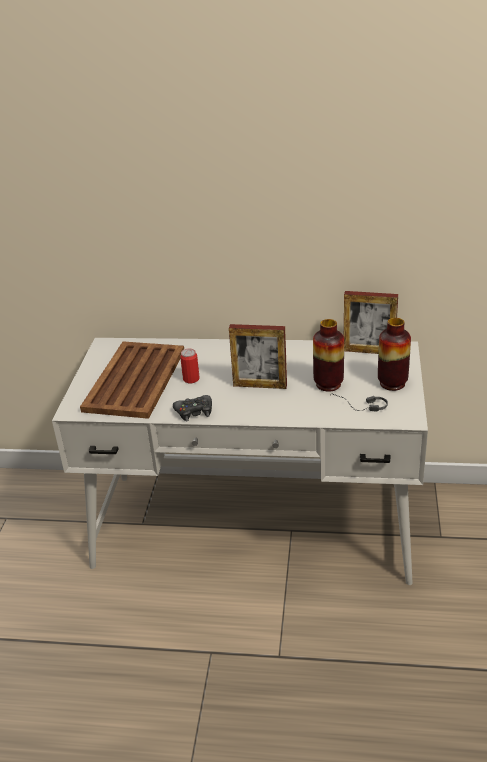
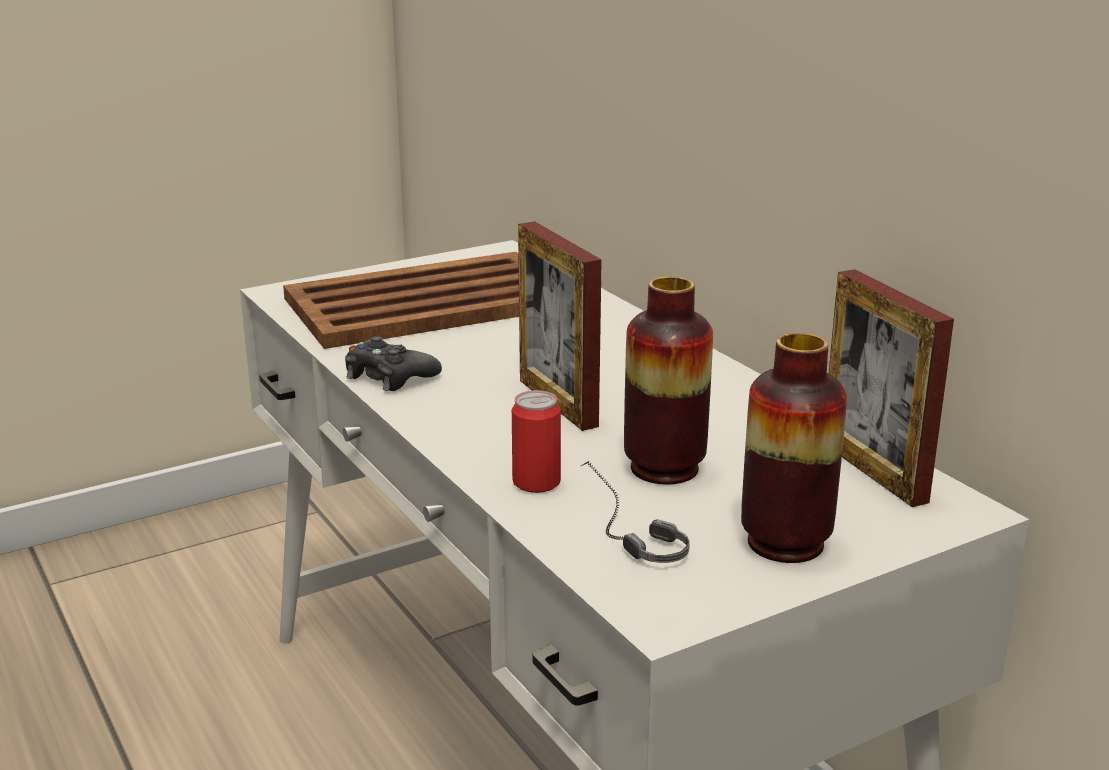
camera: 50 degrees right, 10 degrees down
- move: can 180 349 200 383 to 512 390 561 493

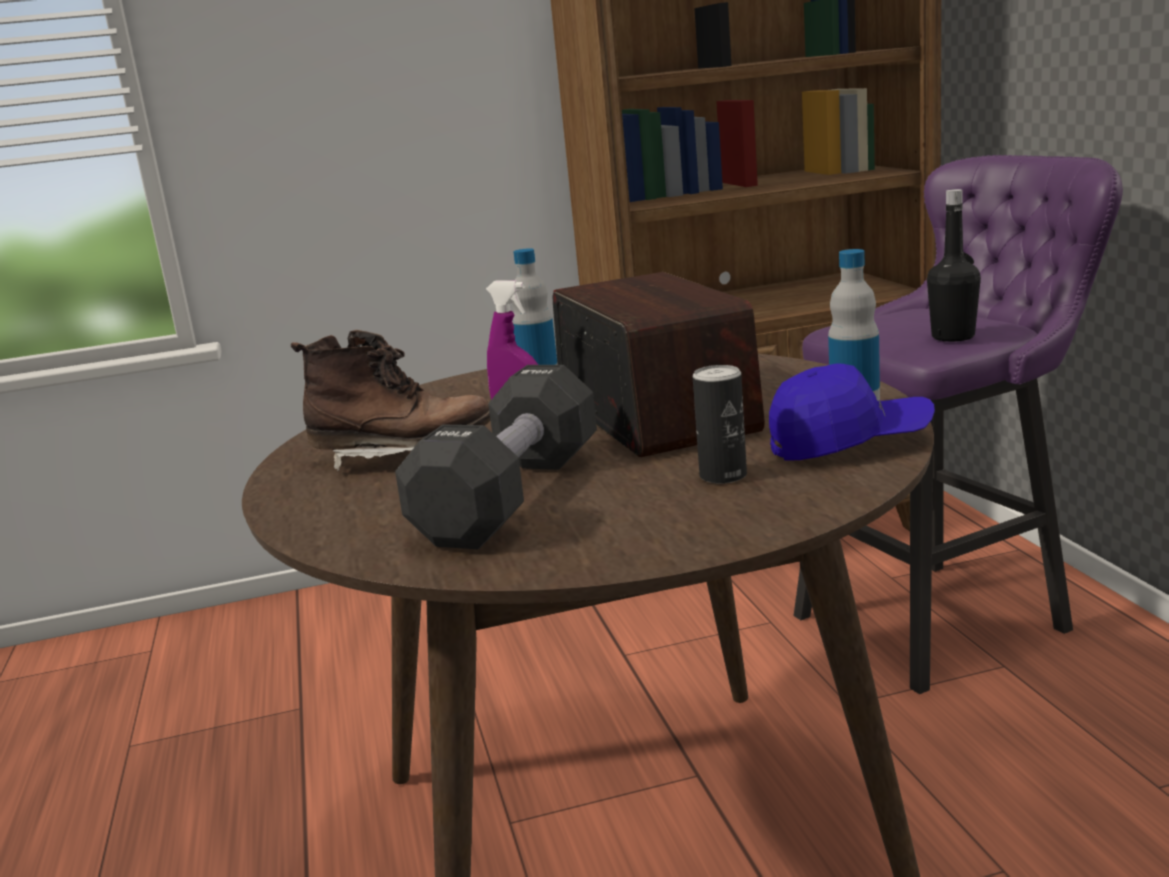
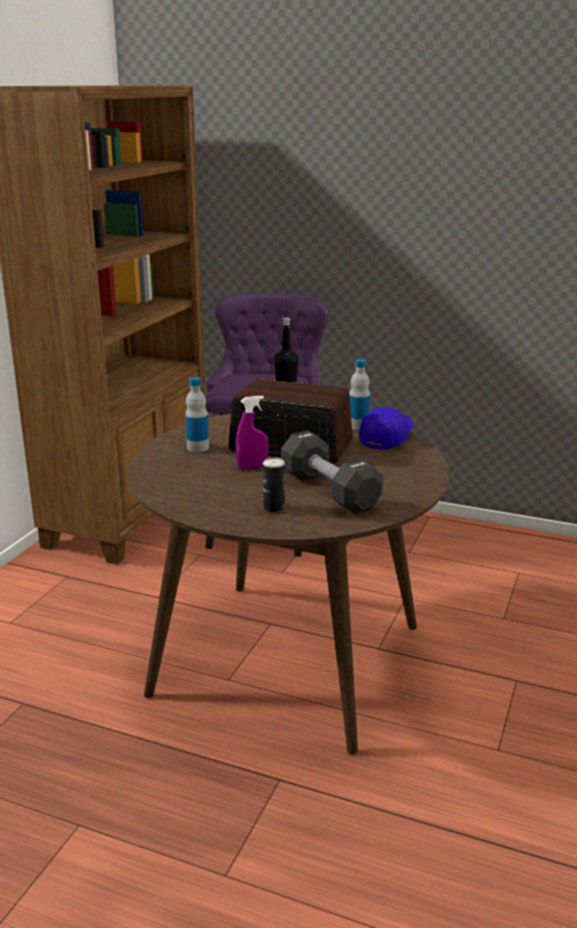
camera: 55 degrees left, 5 degrees up
- delete: boot (brown) 291 330 490 471
- move: can 693 365 747 484 to 263 458 285 512

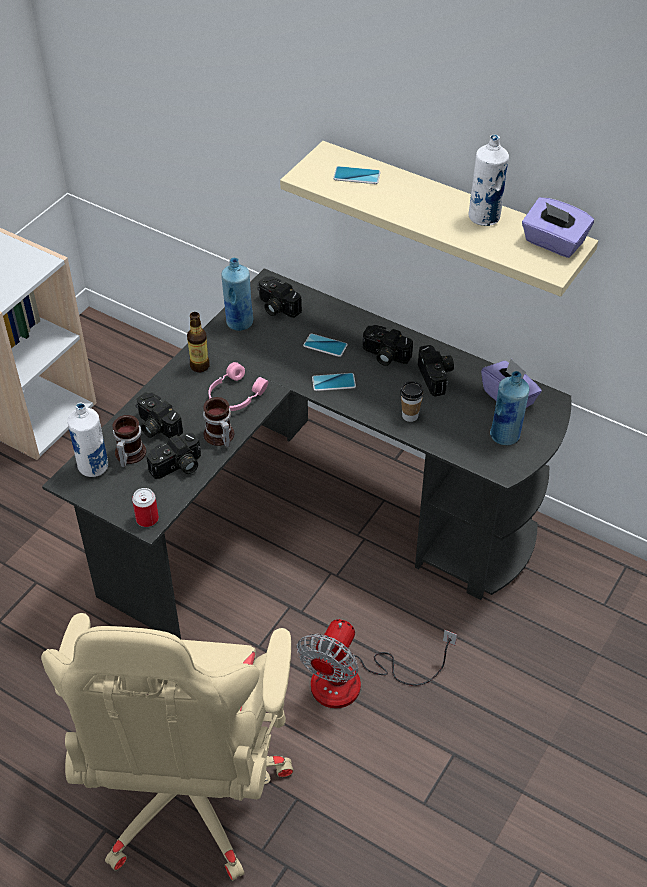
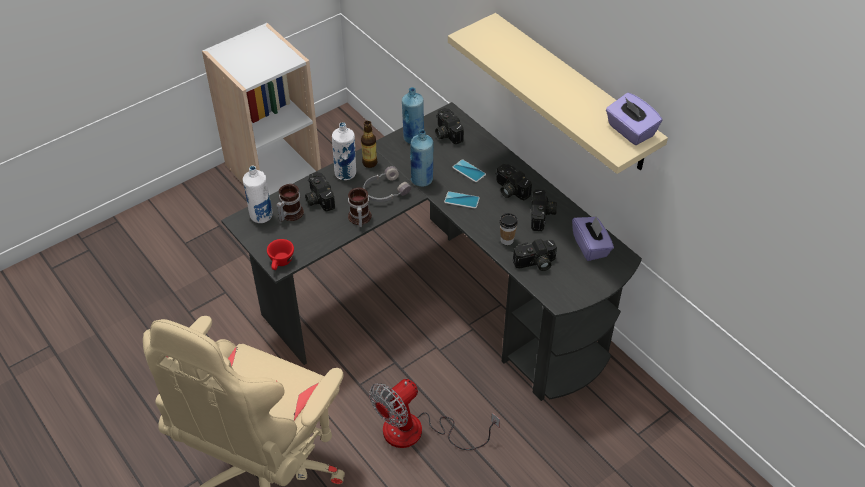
camera: 20 degrees right, 0 degrees up
- move: bottle (white) 469 135 509 226 to 332 122 356 180
- delete: phone 333 166 381 184
- recolor: headphones (pink) 208 362 268 411 to headphones (grey) 363 166 411 202
- move: bottle (blue) 490 371 529 445 to 410 130 434 187
- move: photo camera 146 433 201 479 to 513 239 557 271
- replace: can 132 488 159 527 to cup (red) 267 239 294 270

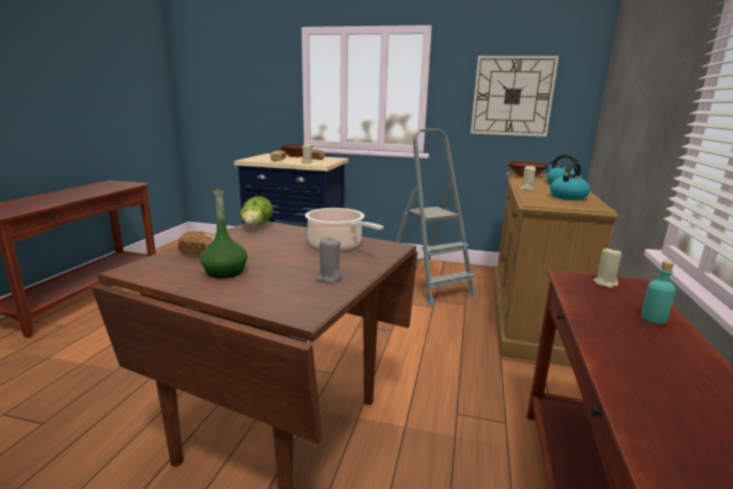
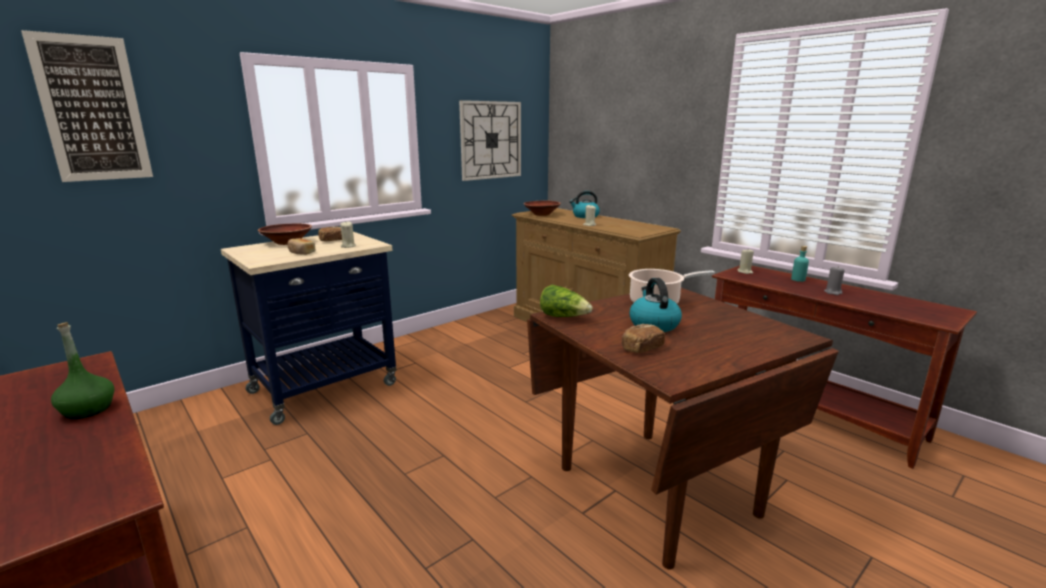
camera: 55 degrees left, 0 degrees up
- delete: step ladder (grey) 396 129 476 305
- move: kettle 550 162 590 200 to 629 278 682 332
- move: bottle (green) 200 188 247 279 to 51 322 114 419
- move: candle (grey) 316 237 343 283 to 824 266 845 295
- insert: picture 21 30 153 182

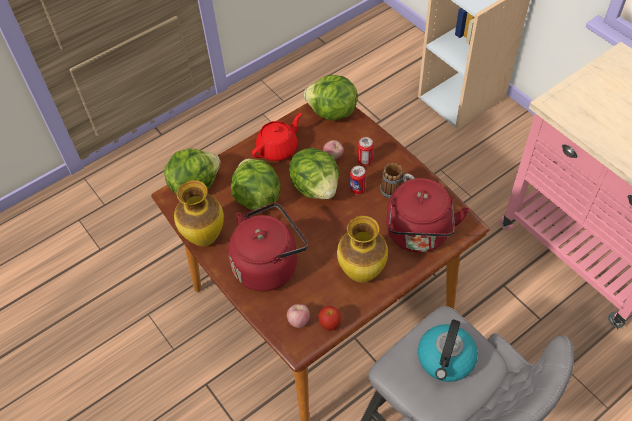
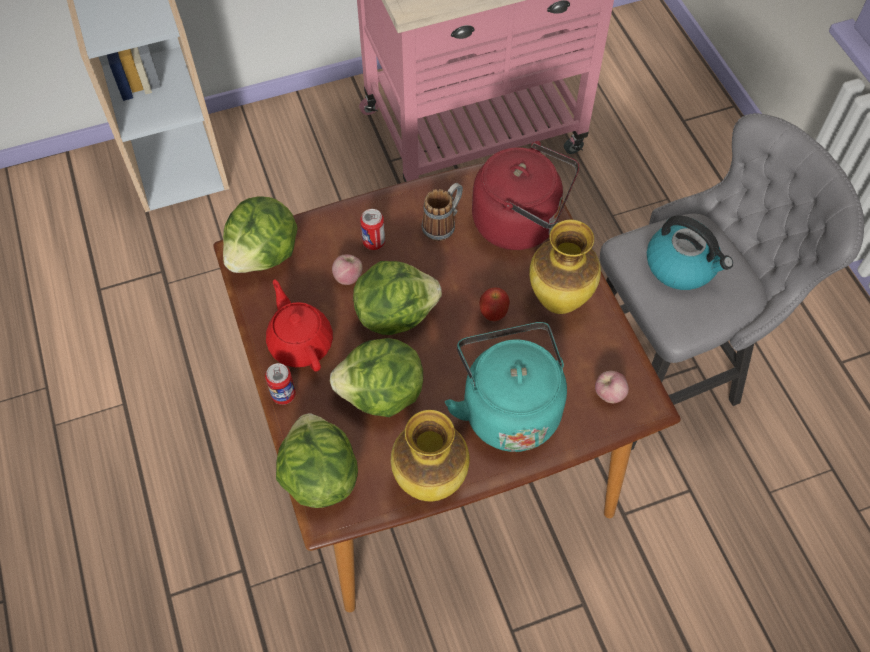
camera: 75 degrees left, 5 degrees up
- move: can 350 166 366 194 to 265 363 296 405
- recolor: kettle (red) 228 202 308 292 to kettle (turquoise) 445 322 567 452
- move: apple 318 306 342 331 to 479 287 510 321

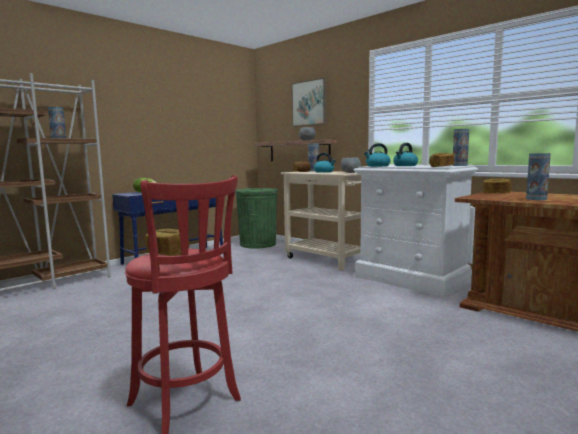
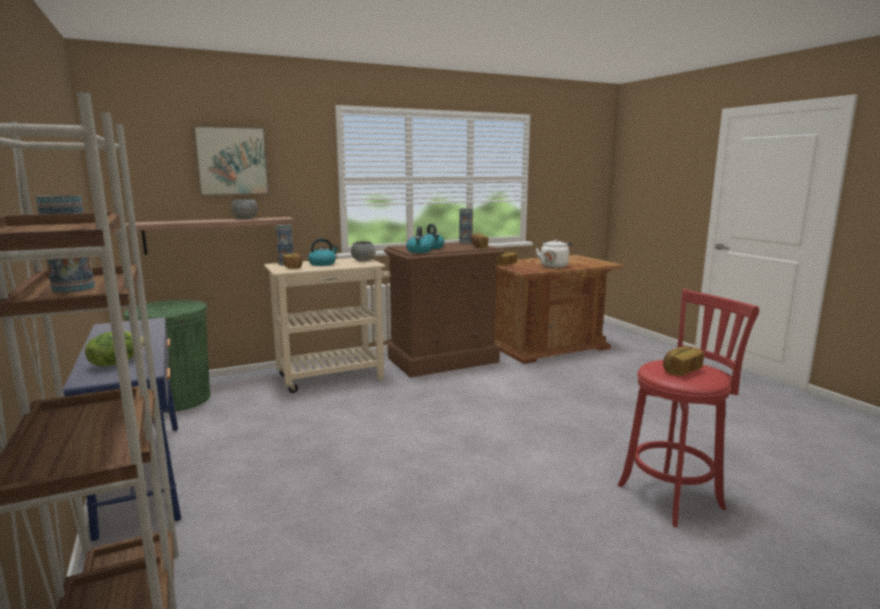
camera: 70 degrees left, 5 degrees up
- replace: vase 526 153 551 200 to kettle (white) 536 239 572 268
- recolor: dresser (white) 354 165 478 297 to dresser (brown) 384 242 505 377

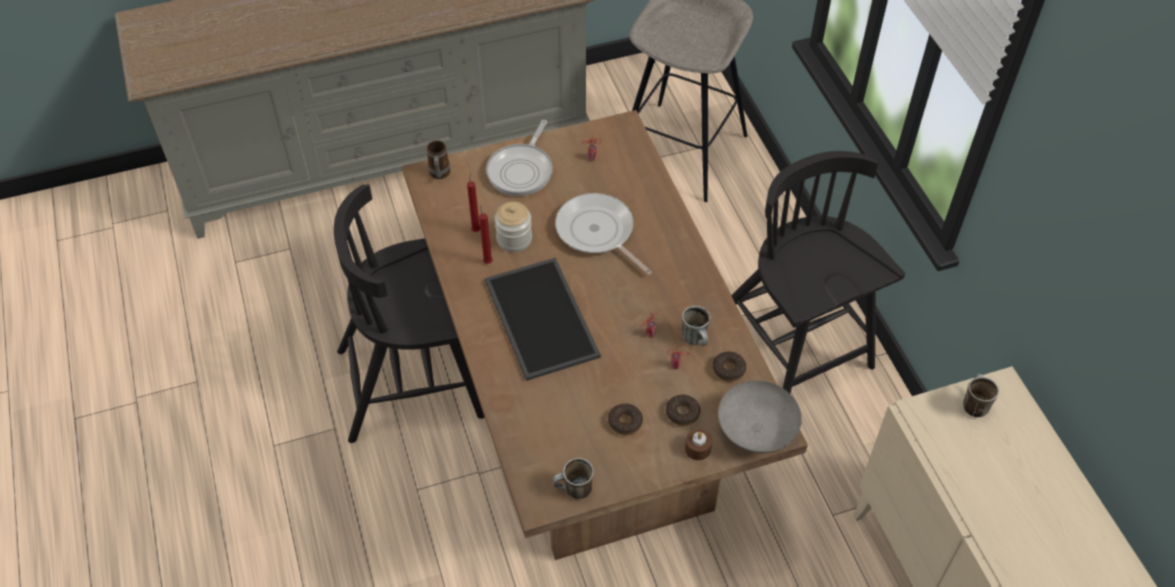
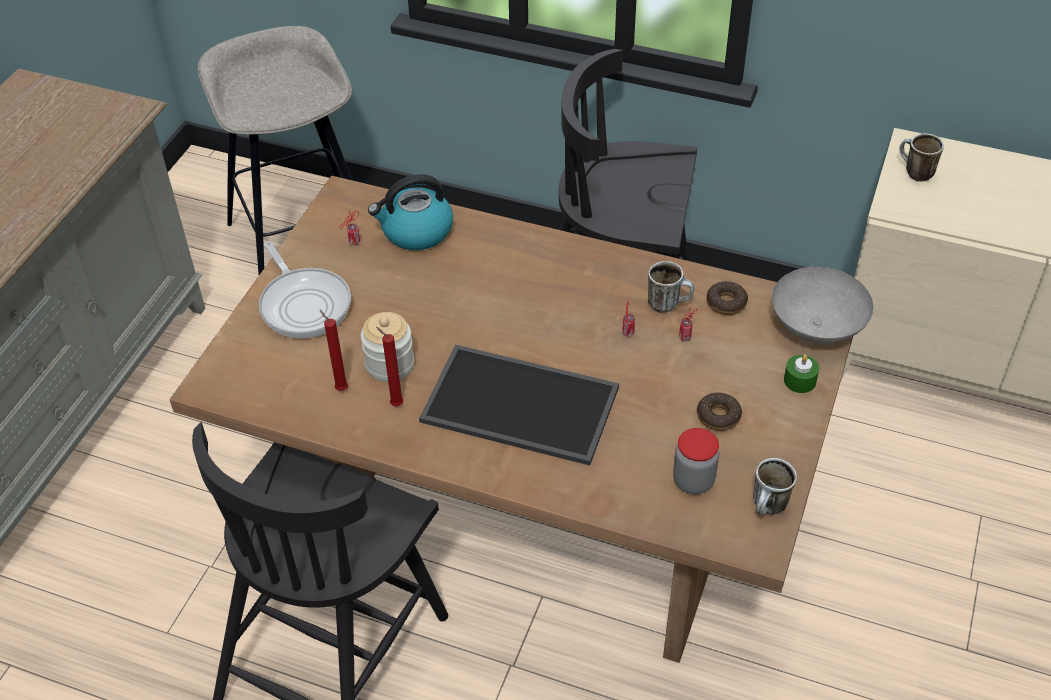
camera: 50 degrees left, 5 degrees down
- delete: mug 427 140 450 179
- delete: frying pan 555 193 652 275
- delete: donut 666 395 700 426
- recolor: candle (brown) 685 429 712 460 to candle (green) 784 354 819 393
- insert: kettle 368 174 453 250
- insert: jar 673 428 719 494

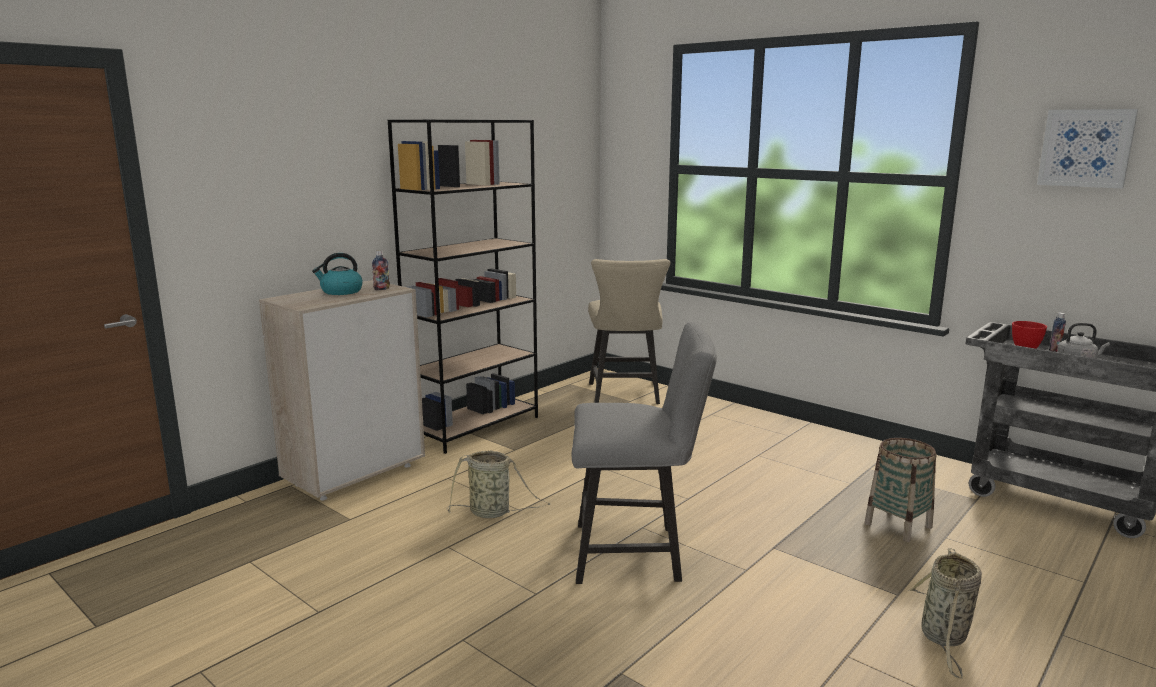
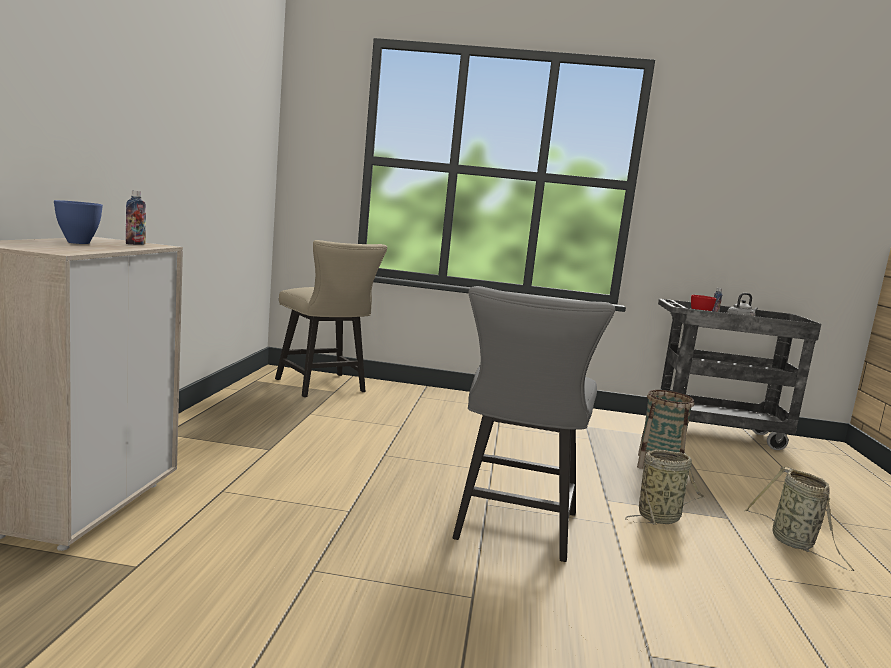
camera: 35 degrees left, 5 degrees down
- delete: picture 1037 109 1138 189
- delete: bookcase (beige) 388 120 538 454
- replace: kettle 312 253 363 295 to bowl (blue) 54 200 103 244
- rotate: chair (grey) 572 322 717 584 = 452 286 615 562 135 degrees clockwise
- move: basket 447 450 550 518 to 625 450 704 525

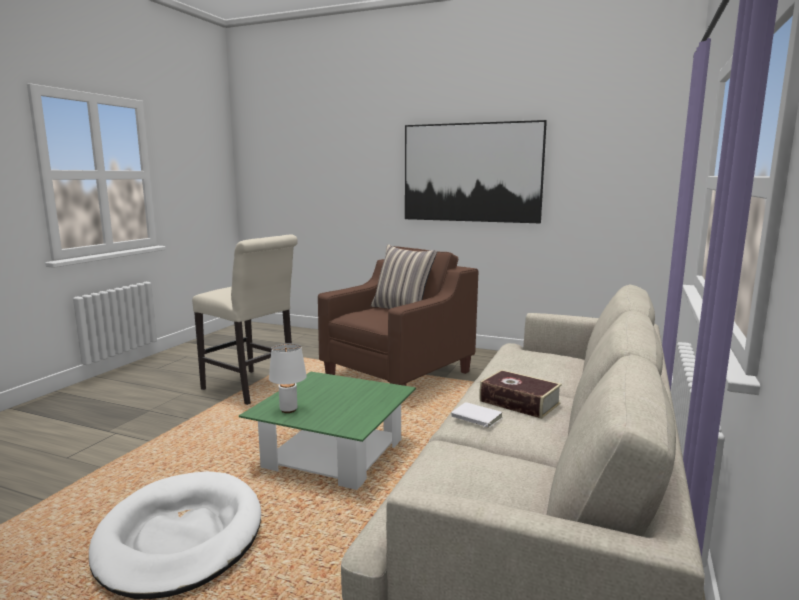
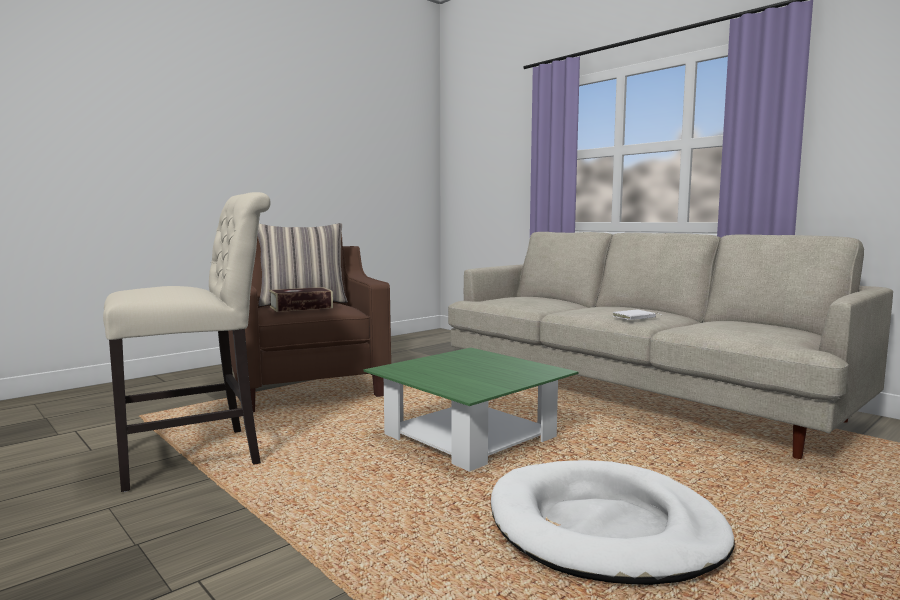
camera: 65 degrees left, 5 degrees down
- delete: picture 405 120 547 223
- delete: table lamp (white) 269 343 307 413
- move: book 479 370 562 419 to 269 287 333 312

